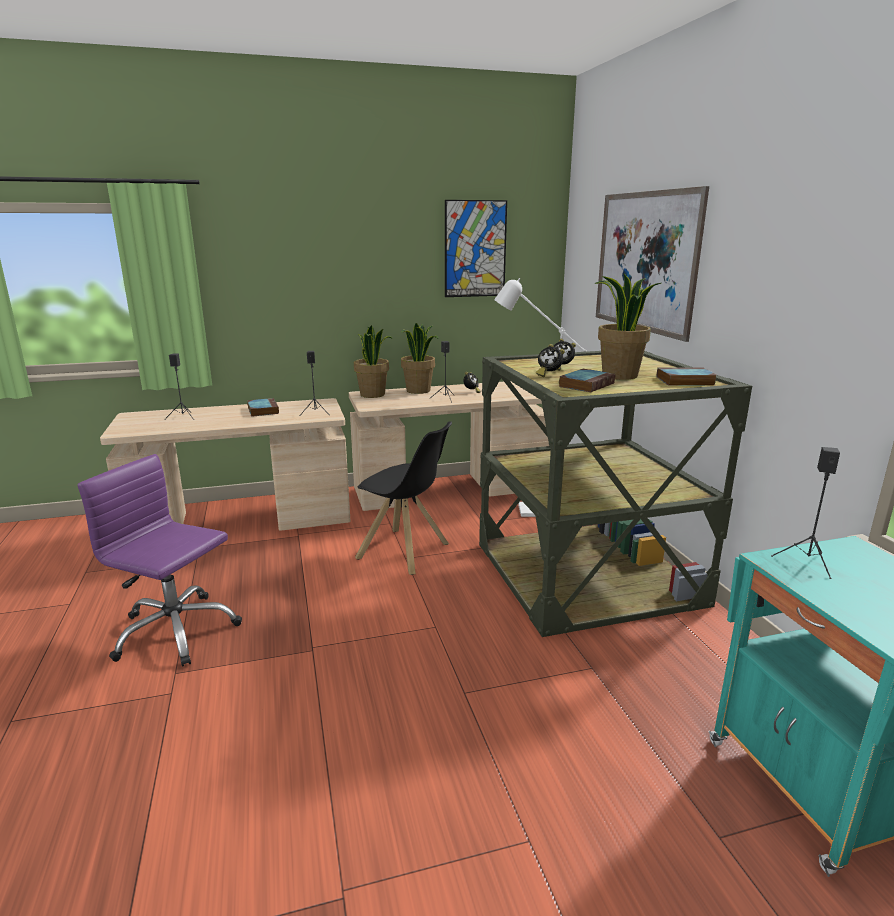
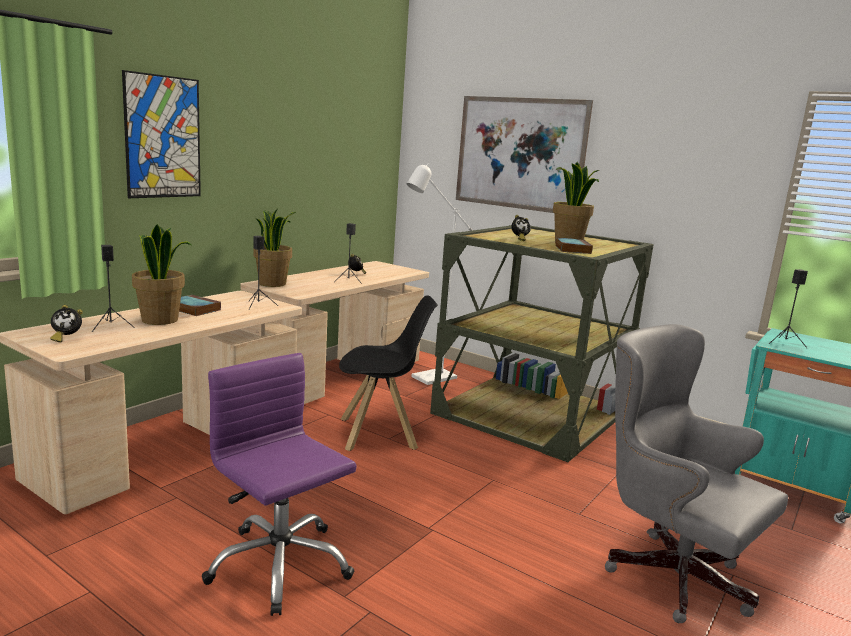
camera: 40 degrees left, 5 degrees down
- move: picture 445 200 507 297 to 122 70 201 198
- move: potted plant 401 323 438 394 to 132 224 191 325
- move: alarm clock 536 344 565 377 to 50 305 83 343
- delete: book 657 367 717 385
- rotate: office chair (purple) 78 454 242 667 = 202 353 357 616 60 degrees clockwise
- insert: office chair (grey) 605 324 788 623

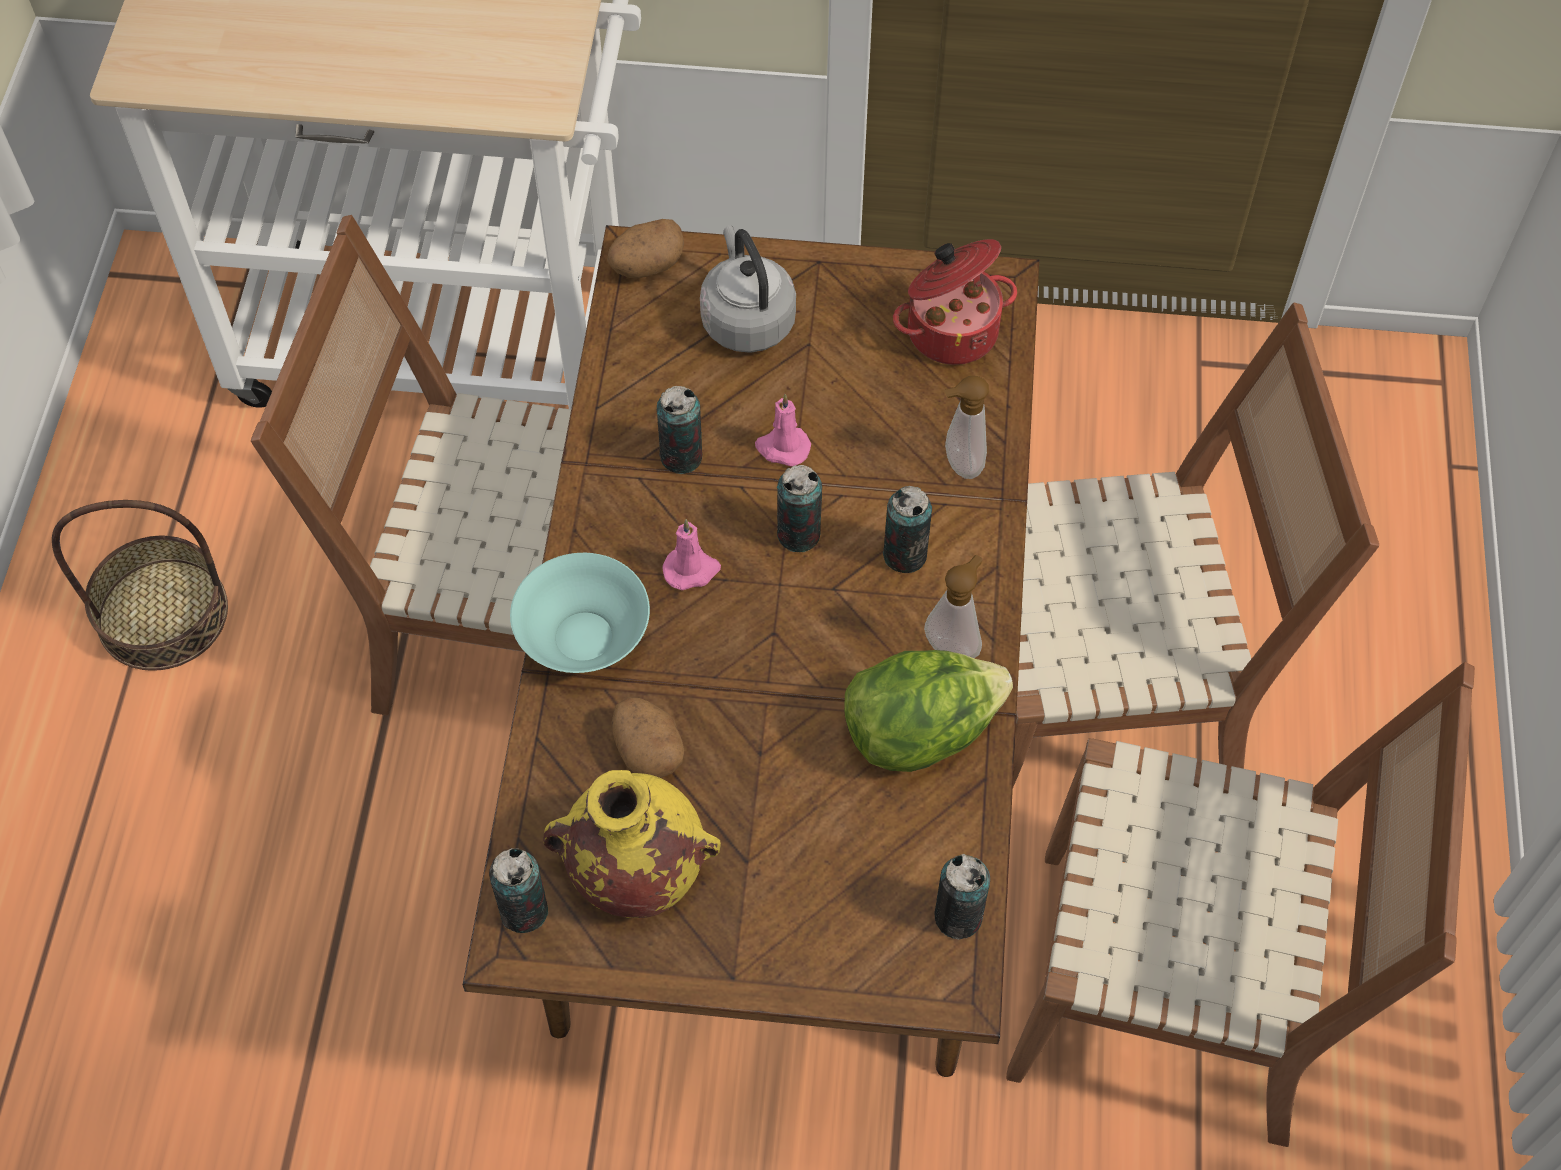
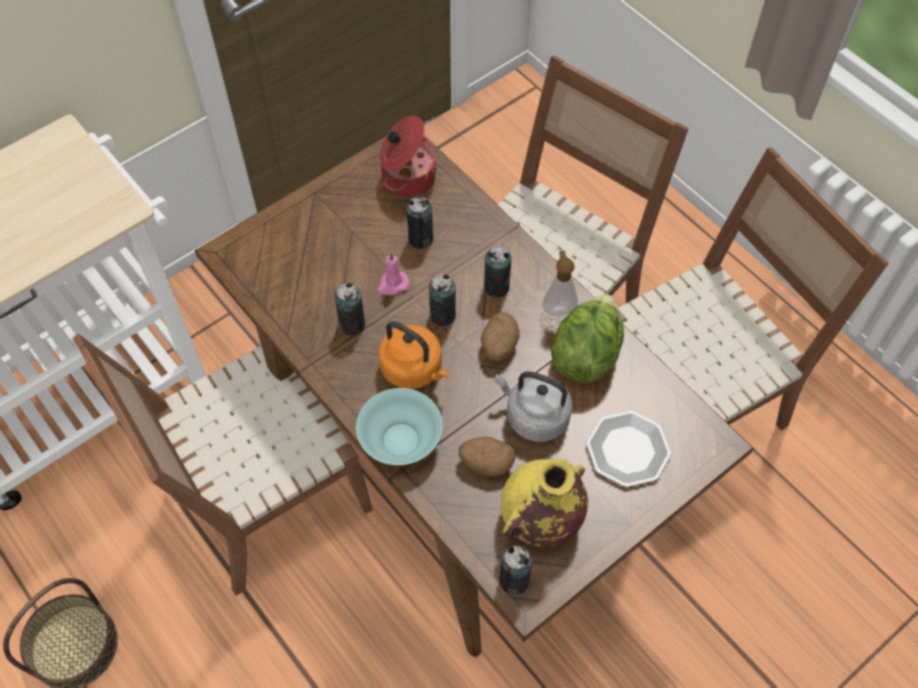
camera: 45 degrees left, 0 degrees up
- move: potato 607 219 684 278 to 481 312 520 361
- move: kettle (grey) 700 225 796 353 to 495 371 572 442
- delete: soap dispenser 944 376 989 479
- replace: candle (pink) 662 519 721 590 to kettle (orange) 378 321 449 389
- move: can 934 854 990 939 to 406 196 433 249
- insert: plate 586 411 671 487

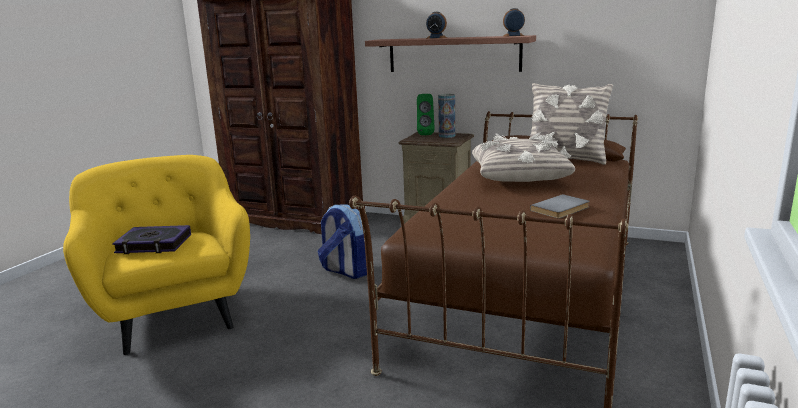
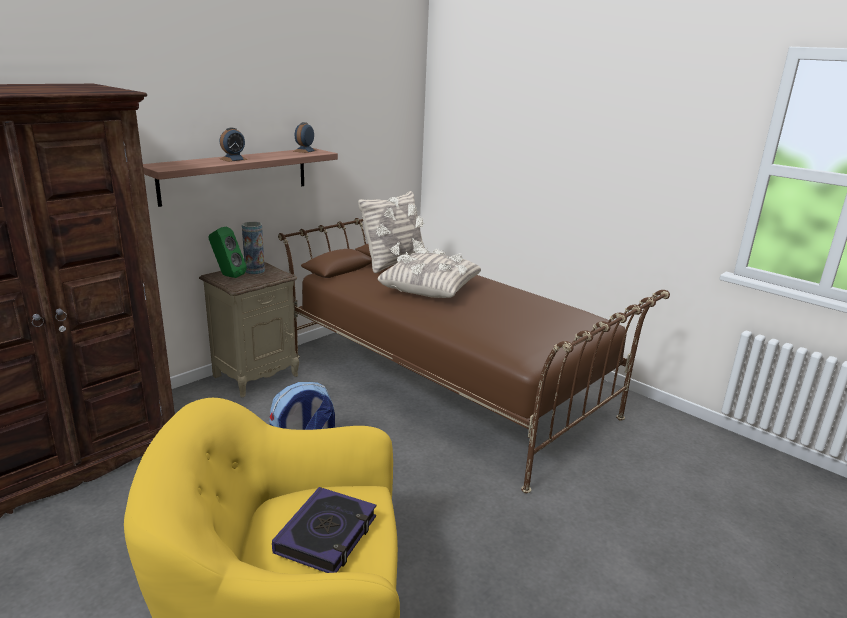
camera: 70 degrees left, 5 degrees up
- delete: book (grey) 530 194 590 219

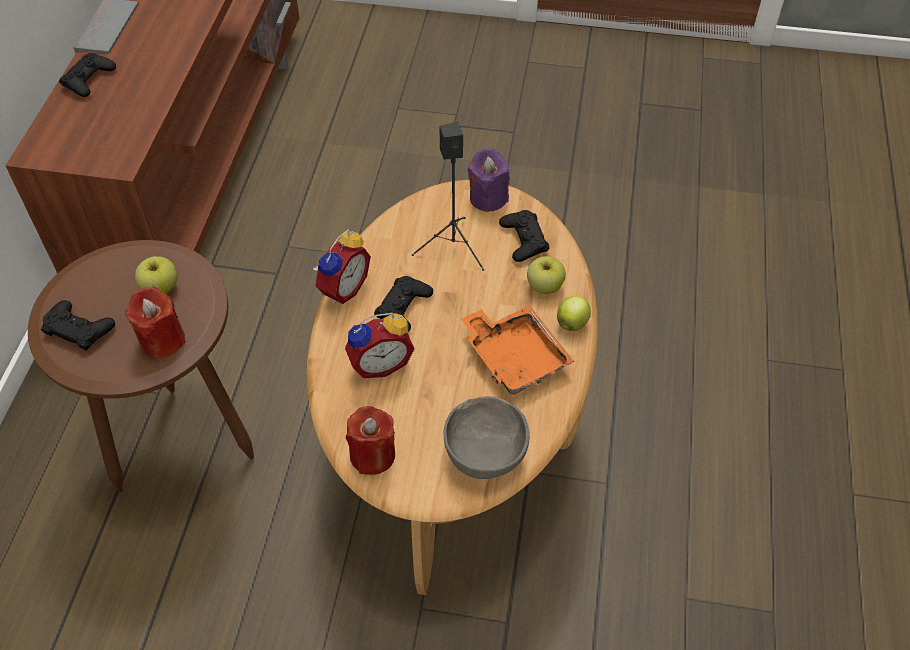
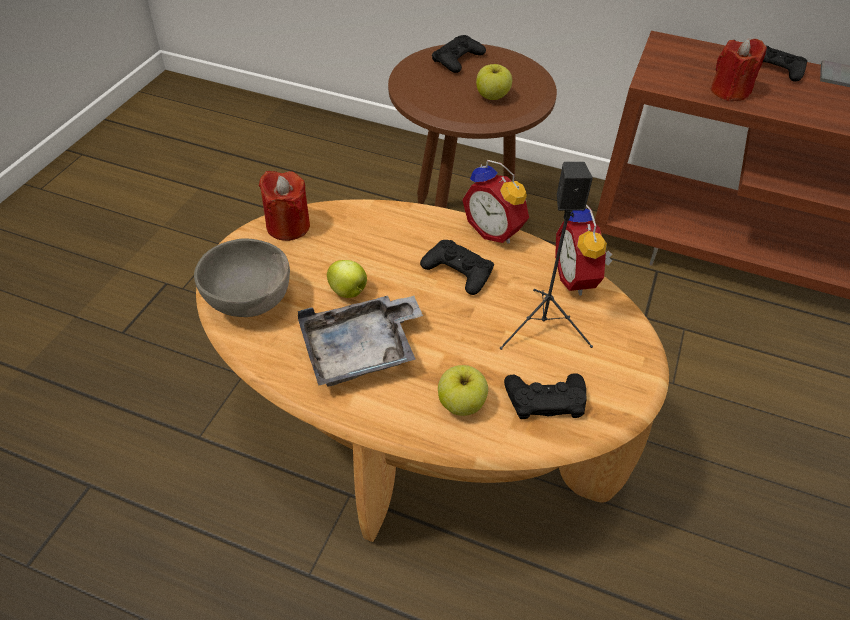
camera: 100 degrees right, 5 degrees down
- delete: candle (purple) 468 148 510 212
- move: candle (red) 125 286 186 358 to 711 38 767 101
- move: apple 557 296 591 331 to 327 260 367 298
- recolor: tray (orange) 461 305 574 395 to tray (grey) 298 296 423 386
- move: alarm clock 345 313 415 378 to 555 204 612 296

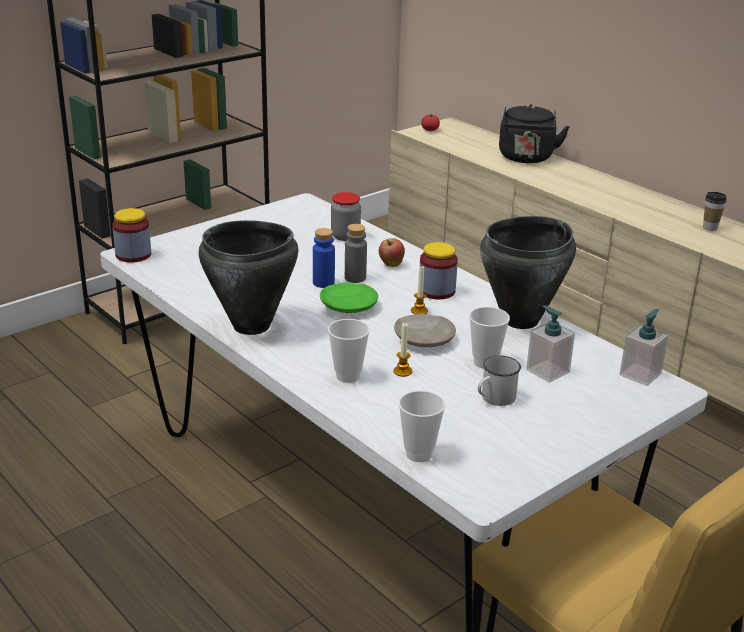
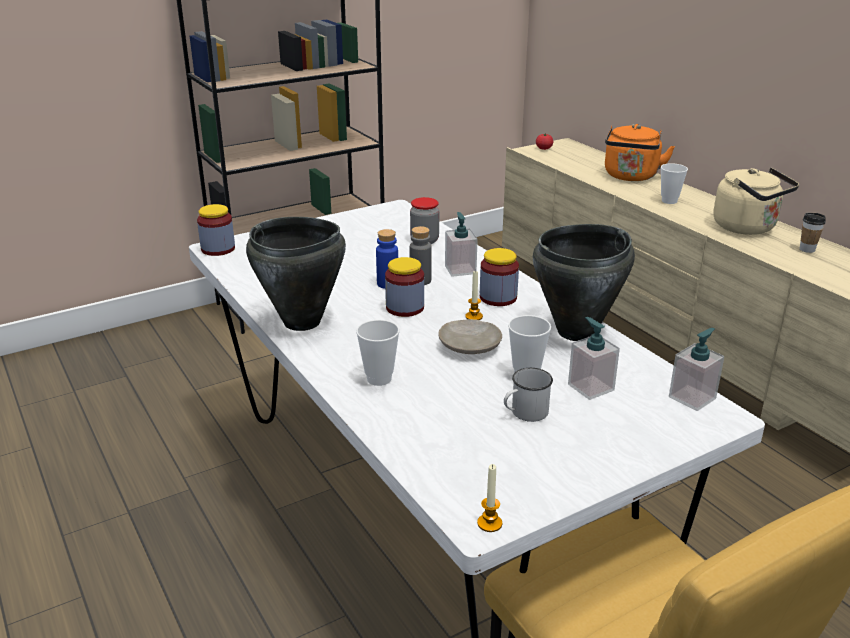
camera: 10 degrees right, 0 degrees up
- recolor: kettle (black) 499 104 570 163 to kettle (orange) 605 124 675 181
- replace: apple 379 238 405 267 to soap dispenser 445 212 478 277
- replace: plate (green) 320 283 378 313 to jar 385 257 424 317
- move: candle 393 323 412 377 to 477 464 502 532
- move: cup 398 390 445 462 to 661 163 688 204
- insert: kettle (beige) 714 168 799 235

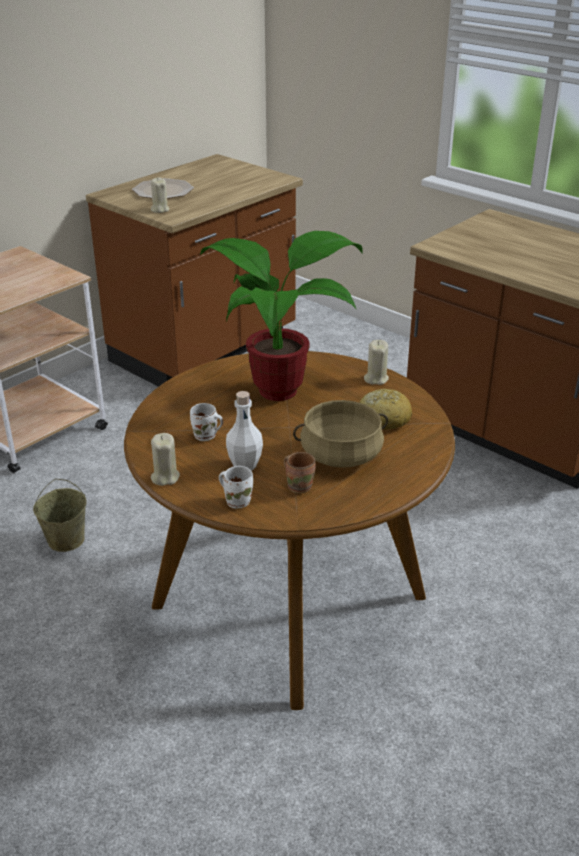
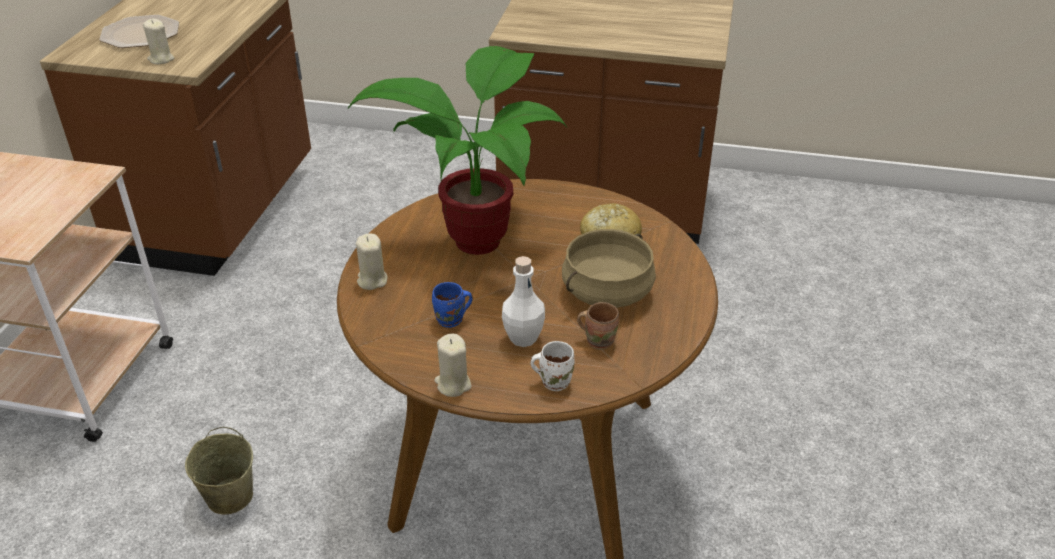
camera: 30 degrees left, 5 degrees up
- move: candle (beige) 364 340 389 385 to 356 233 387 290
- recolor: mug (white) 190 403 223 441 to mug (blue) 432 282 473 328

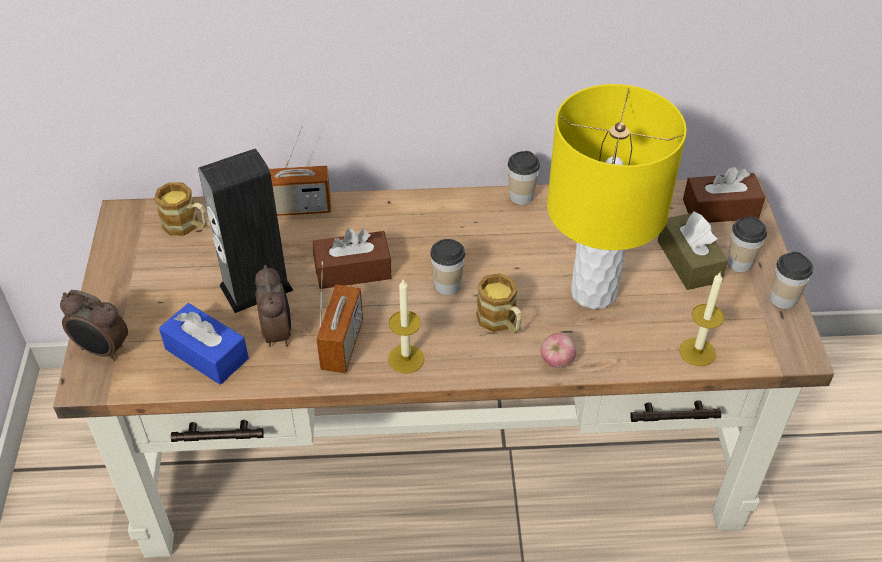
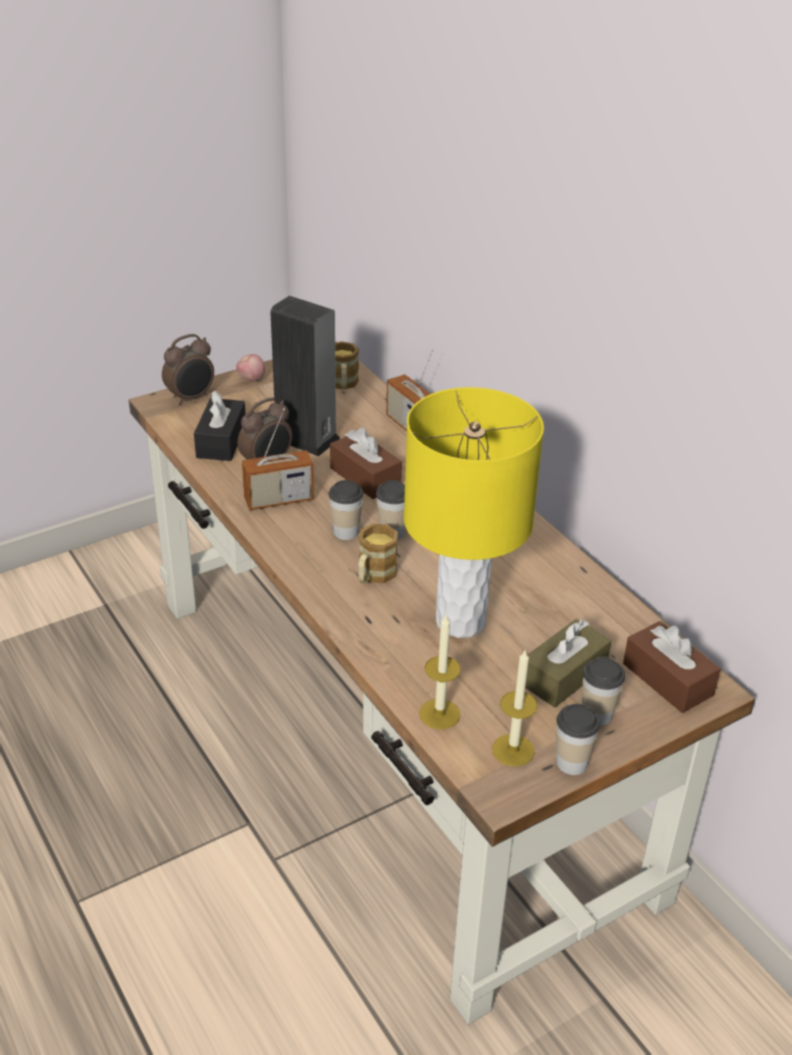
camera: 60 degrees right, 10 degrees down
- move: cup 508 151 540 205 to 328 480 363 540
- move: candle 388 280 424 374 to 492 650 537 766
- rotate: alarm clock 60 290 128 361 = 162 334 214 405 120 degrees counterclockwise
- recolor: tissue box (blue) 159 303 249 385 to tissue box (black) 194 391 245 461
- move: apple 541 333 576 368 to 236 354 265 382

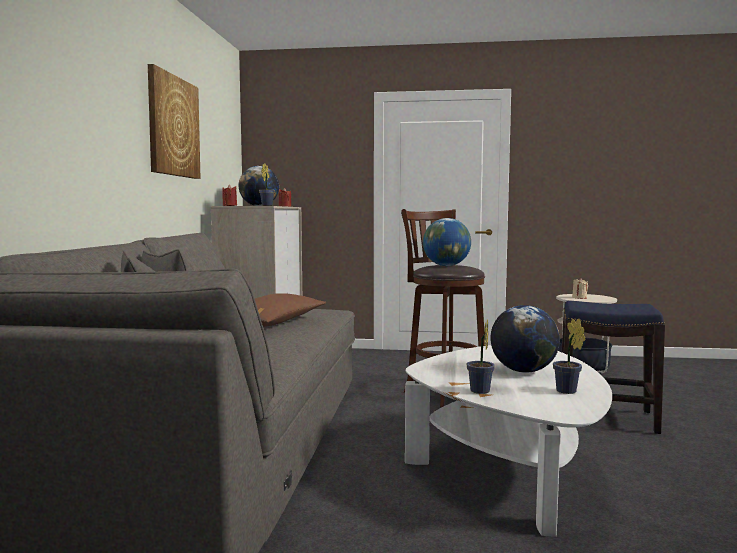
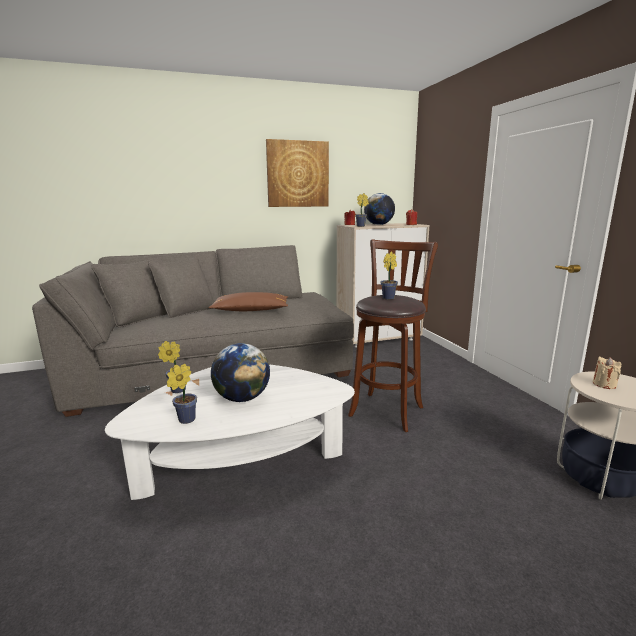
camera: 65 degrees right, 10 degrees up
- replace: globe 423 218 471 266 to potted plant 381 251 398 300
- delete: stool 561 301 665 434

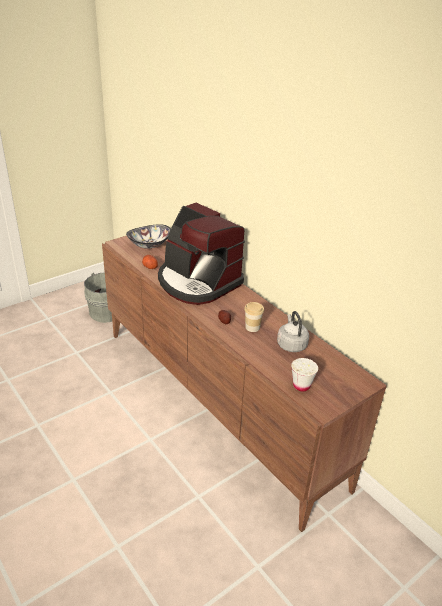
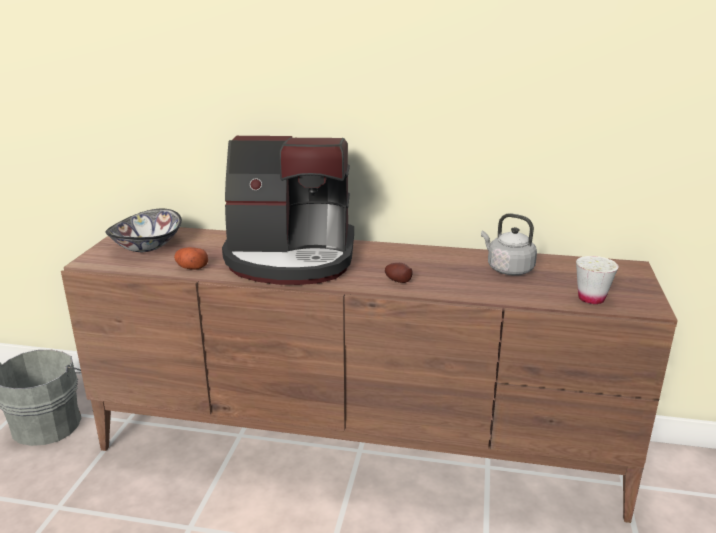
camera: 40 degrees left, 10 degrees down
- delete: cup 244 302 264 332

